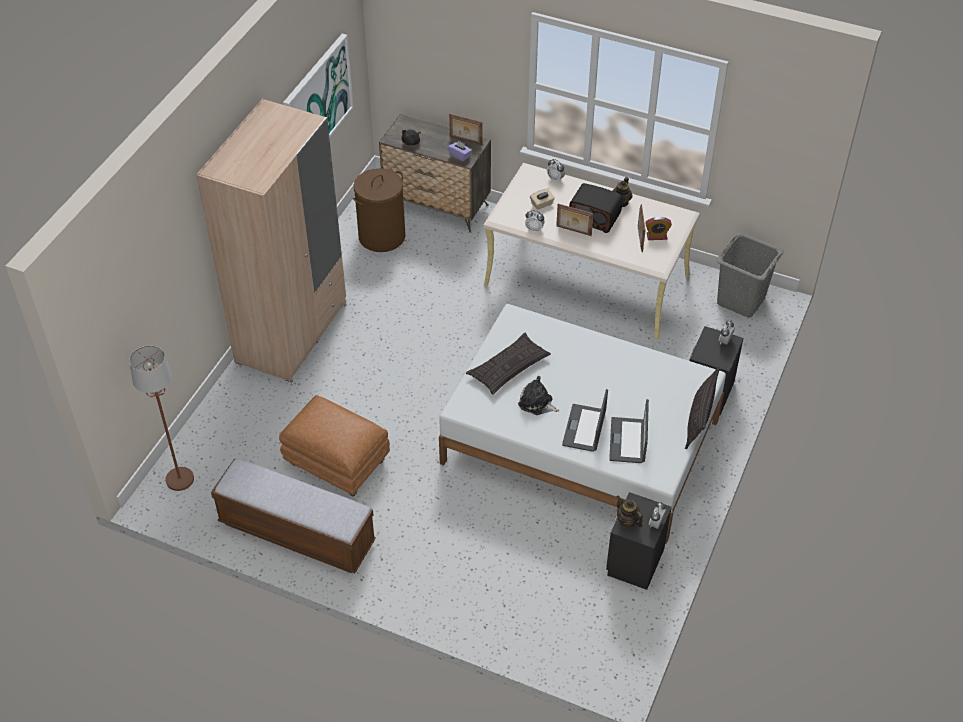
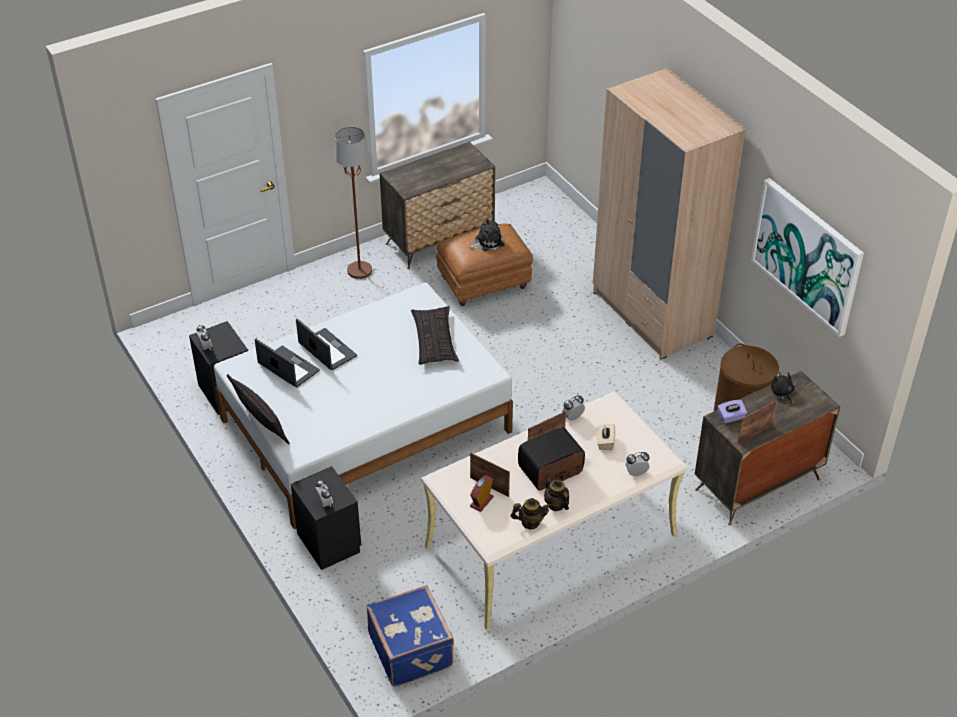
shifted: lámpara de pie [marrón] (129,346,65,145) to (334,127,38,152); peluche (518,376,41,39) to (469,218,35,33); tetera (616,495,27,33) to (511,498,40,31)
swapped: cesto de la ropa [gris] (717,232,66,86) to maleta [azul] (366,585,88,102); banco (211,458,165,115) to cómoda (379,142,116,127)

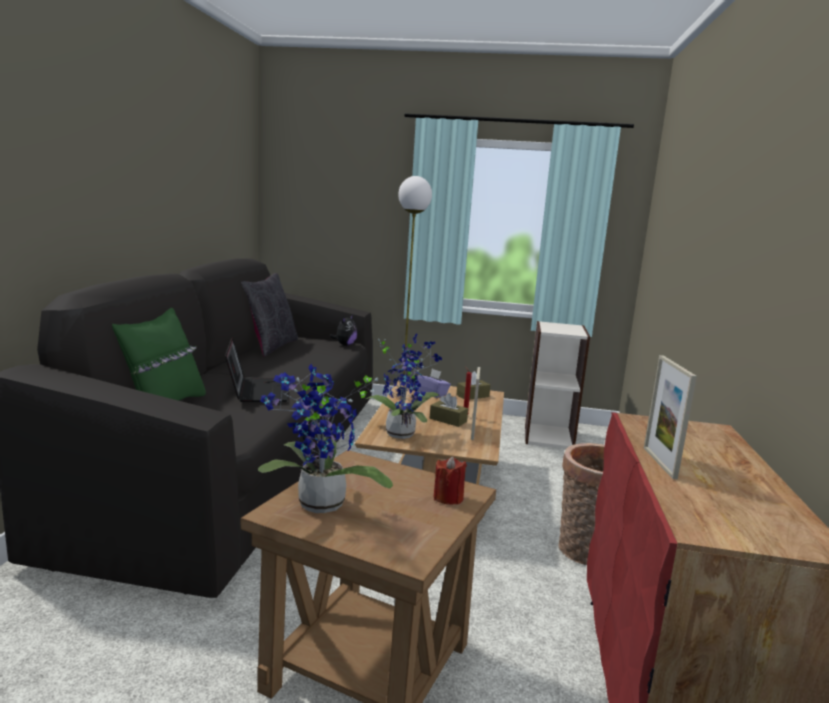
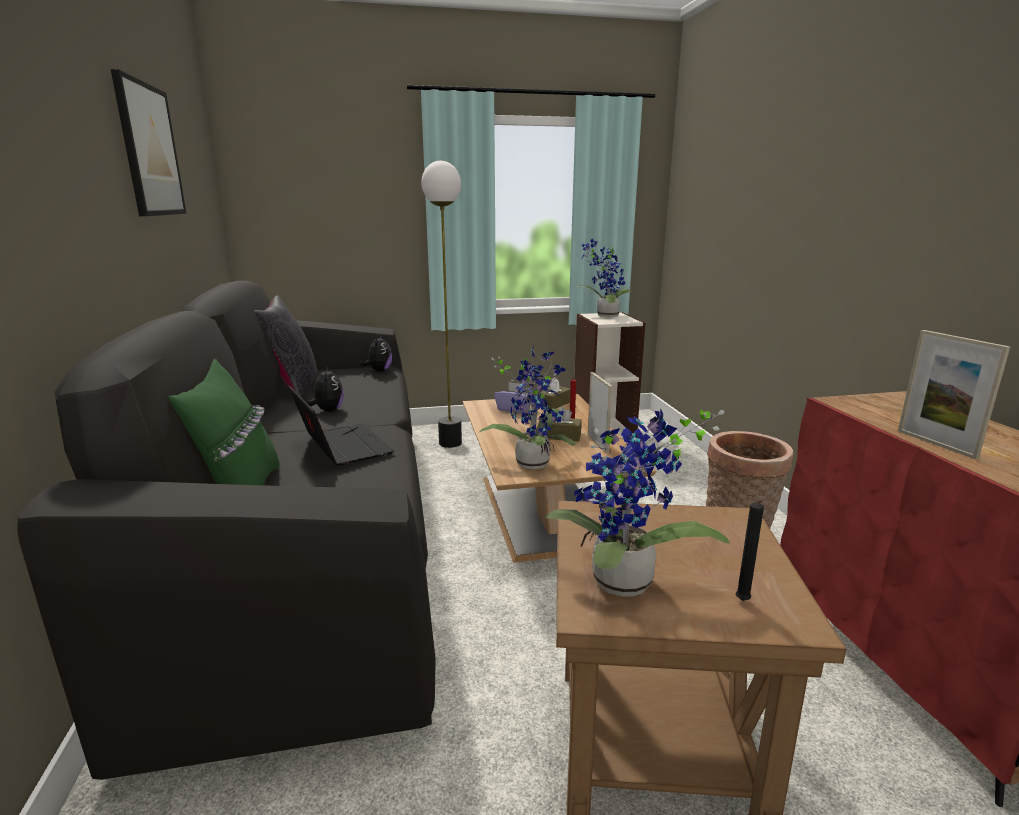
gone: vela [rojo] (434,456,33,49)
new: cuadro (111,69,76,147); planta en maceta (576,239,56,78); peluche (305,366,39,46); vela [negro] (736,500,28,101)

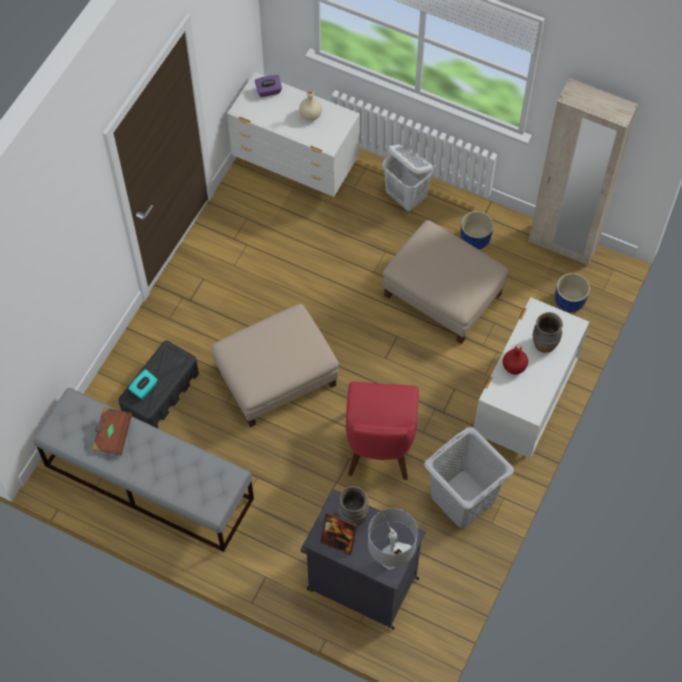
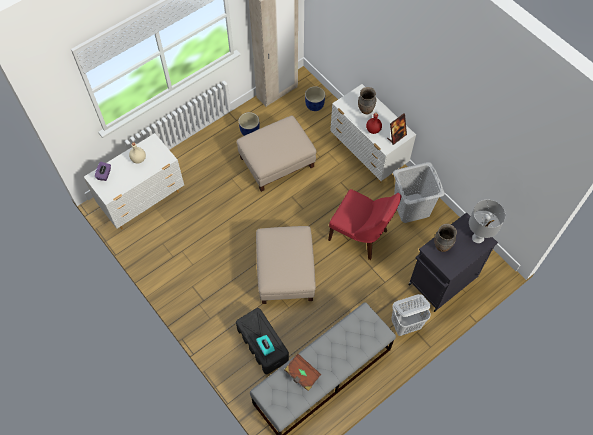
shifted: cesto de la ropa [blanco] (383,144,50,68) to (391,294,40,42); portarretratos (321,512,36,43) to (387,113,20,32)

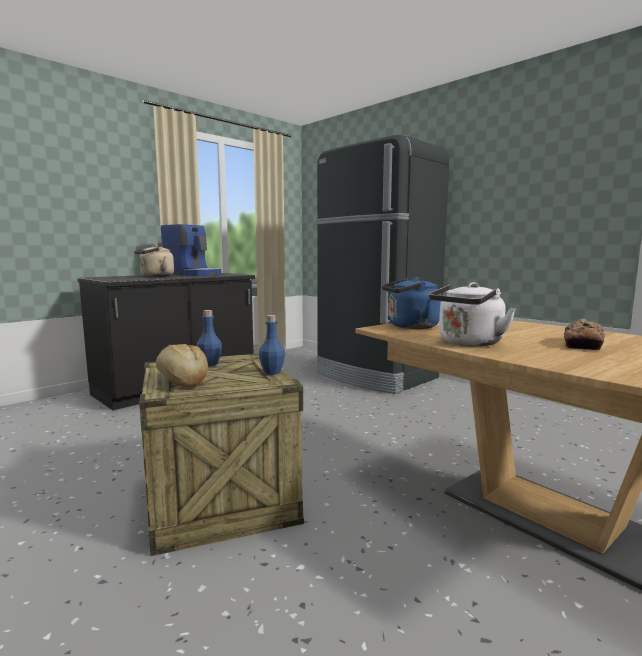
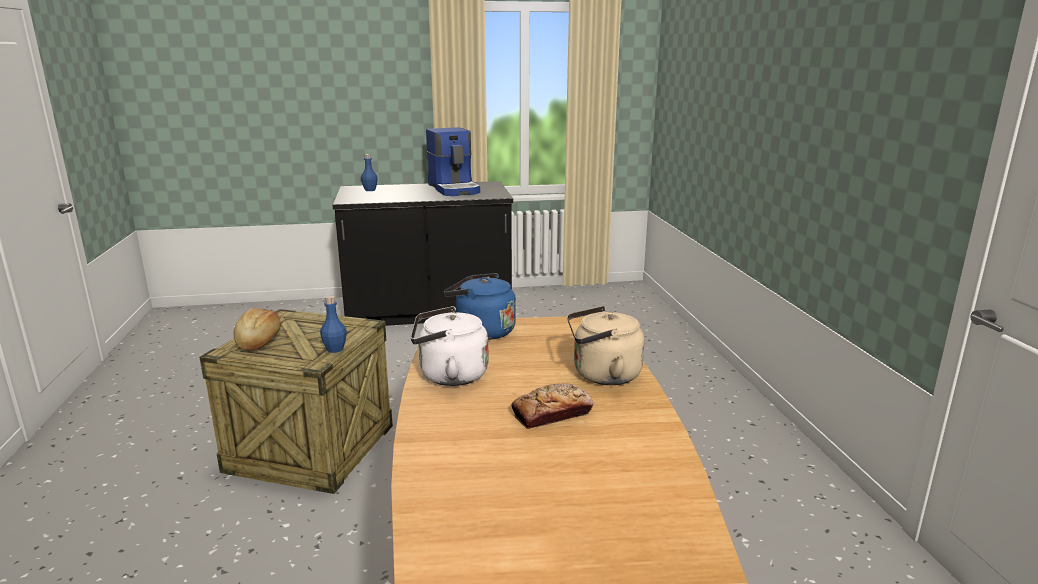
gone: nevera [negro] (316,135,133,259)
shifted: hervidor [beis] (134,245,40,32) to (567,306,77,79); botella [azul] (197,310,25,56) to (361,154,17,37)

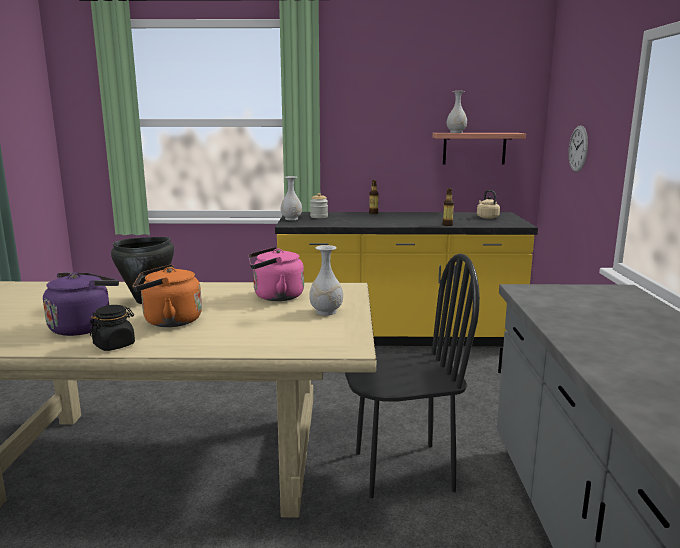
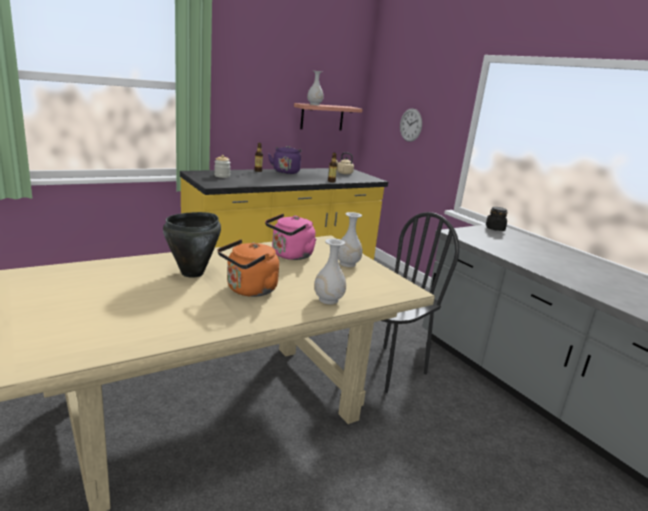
shifted: florero [blanco] (281,176,21,44) to (314,238,32,66); hervidor [morado] (43,273,76,63) to (268,146,33,28); tarro [negro] (90,305,45,46) to (486,207,22,24)

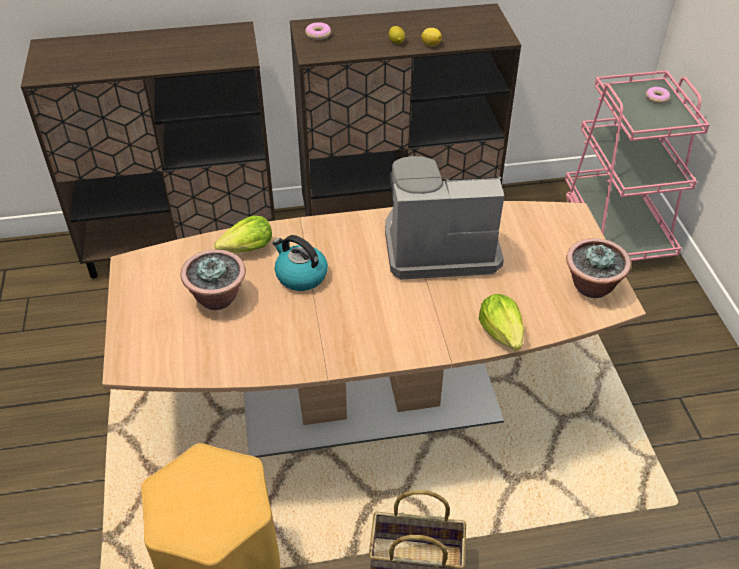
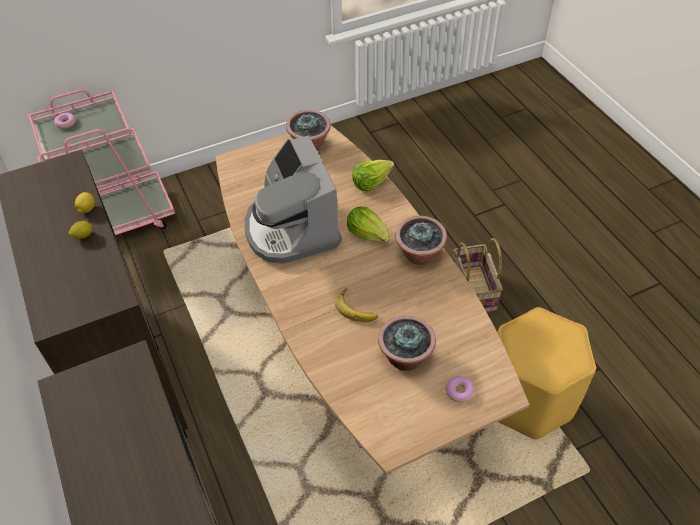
new: planta en maceta (396,216,51,49)
shifted: rosquilla (305,22,26,18) to (446,376,28,26); lechuga (214,215,58,38) to (347,207,43,35)
swapped: hervidor (273,235,55,56) to plátano (335,288,43,34)

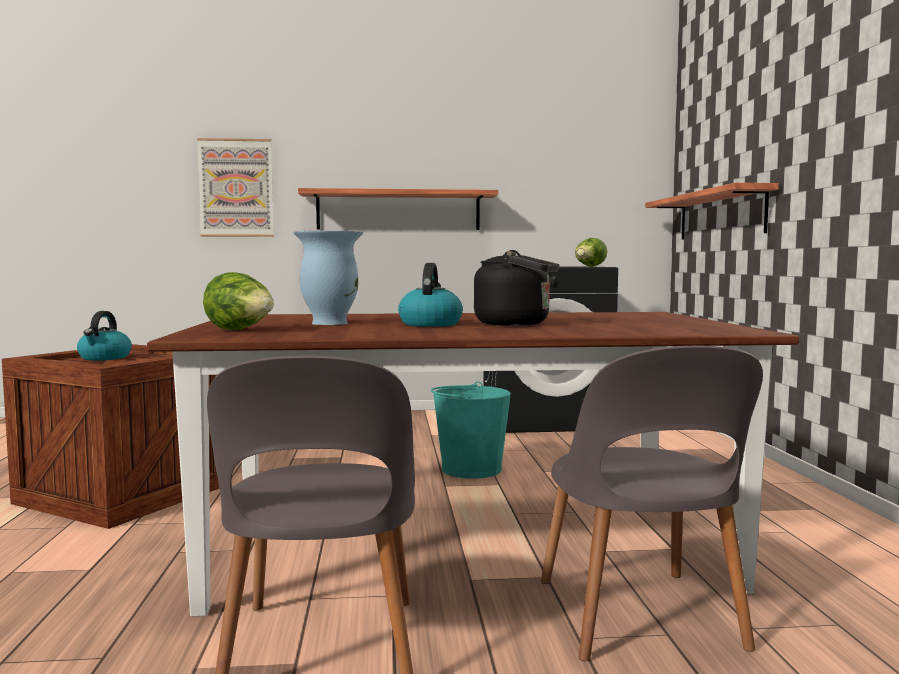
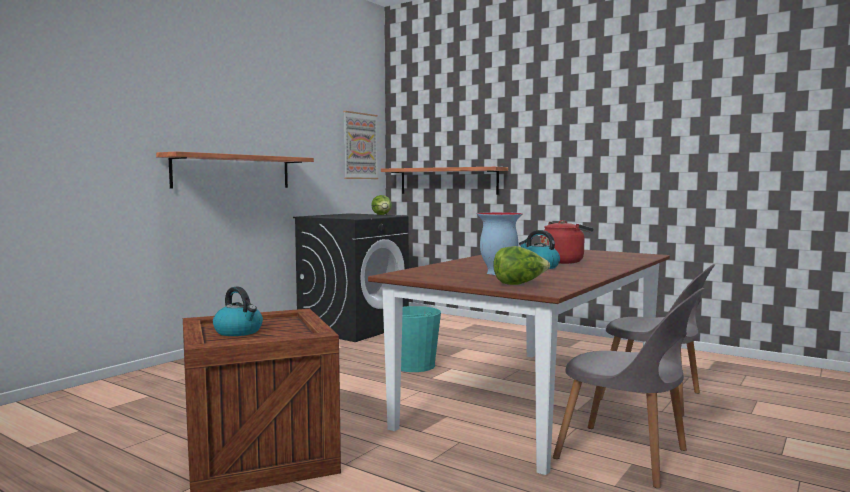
shifted: cuadro (197,138,77,99) to (343,111,35,68)
repainted: hervidor [negro] (474,250,85,76) to hervidor [rojo] (540,220,53,44)

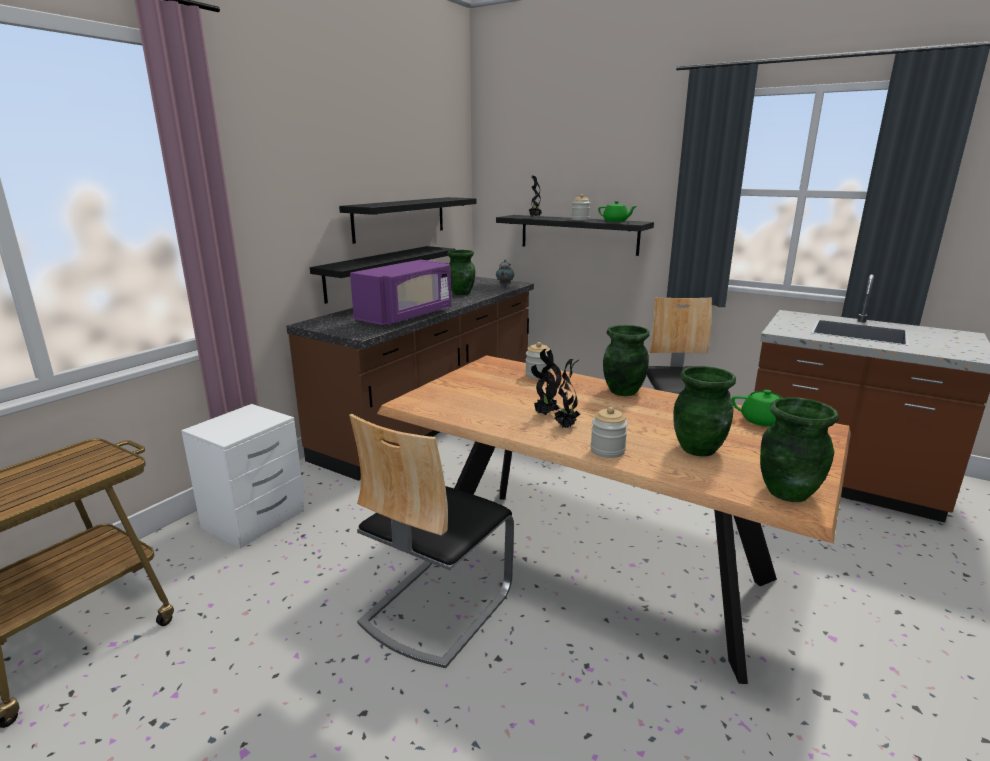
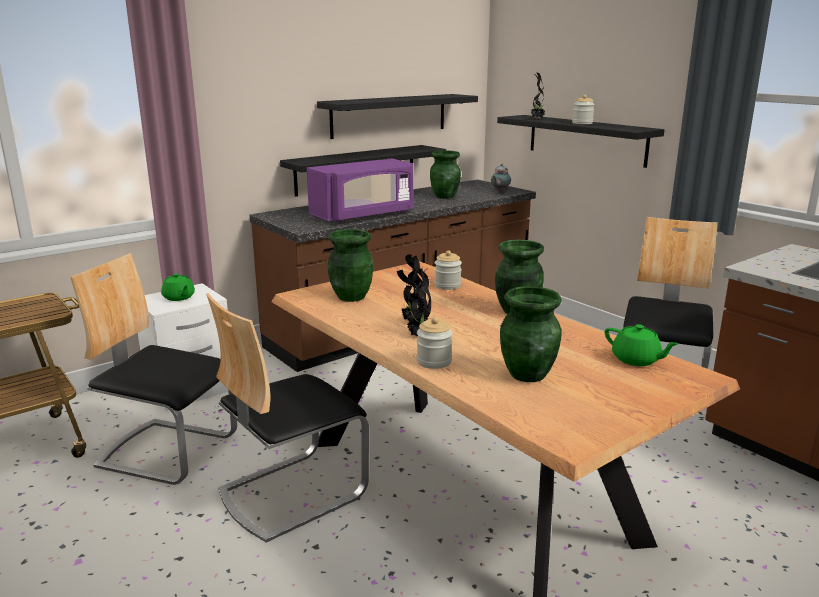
new: silla (70,253,167,232)
shifted: tetera [verde] (598,201,39,21) to (161,273,34,28); florero [verde] (760,397,79,105) to (328,229,45,73)

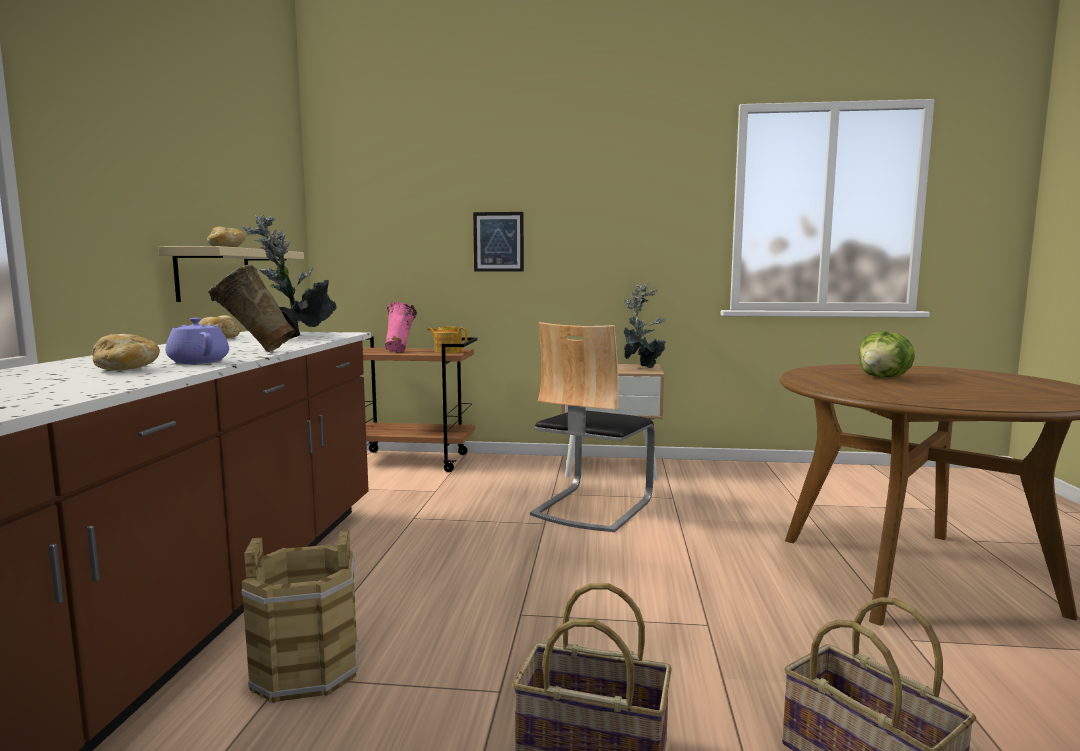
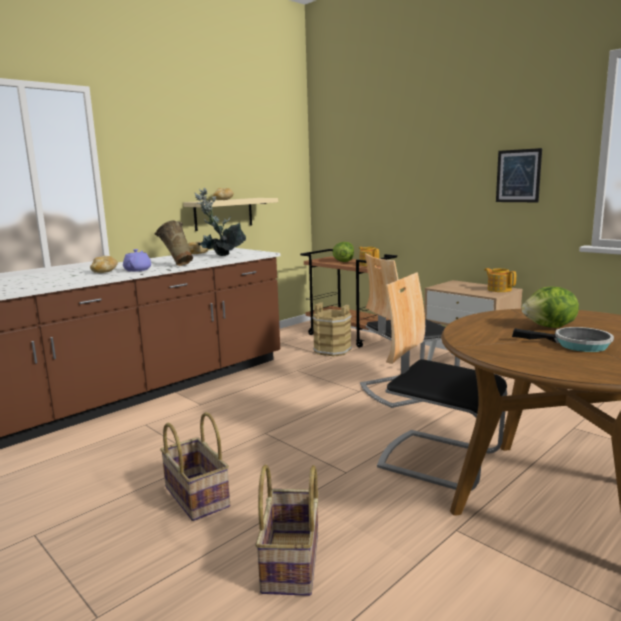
new: silla (377,272,130,219); sartén (512,327,102,25)
shifted: cuadro (473,212,51,60) to (496,148,46,54); cubo [marrón] (241,530,118,173) to (312,302,40,55)
swapped: planta en maceta (623,282,43,86) to tetera (484,268,32,24); florero [rosa] (385,302,32,50) to lechuga (333,242,21,20)

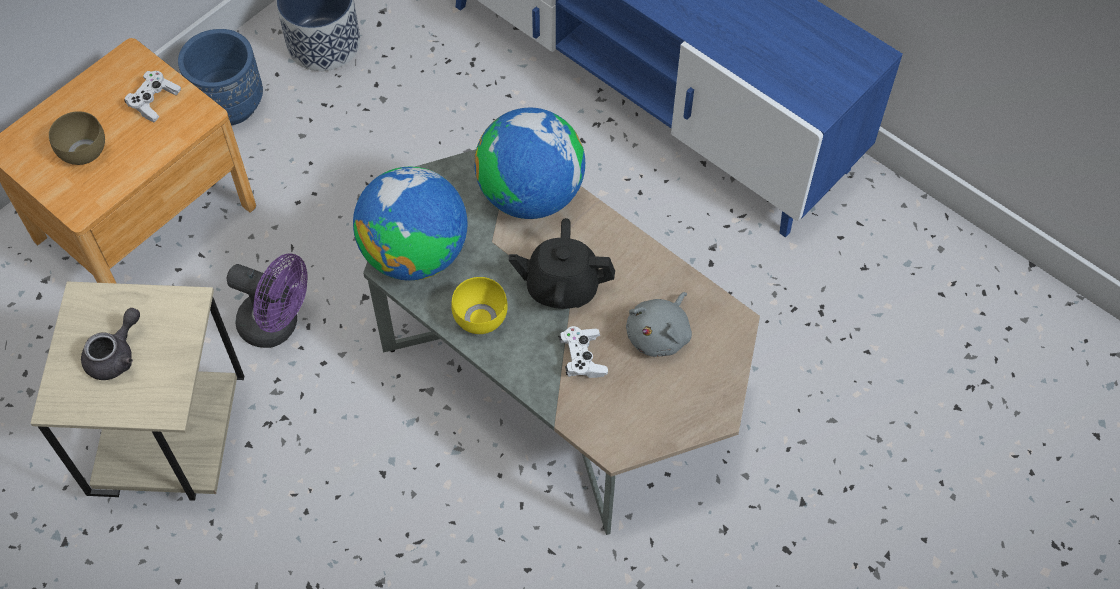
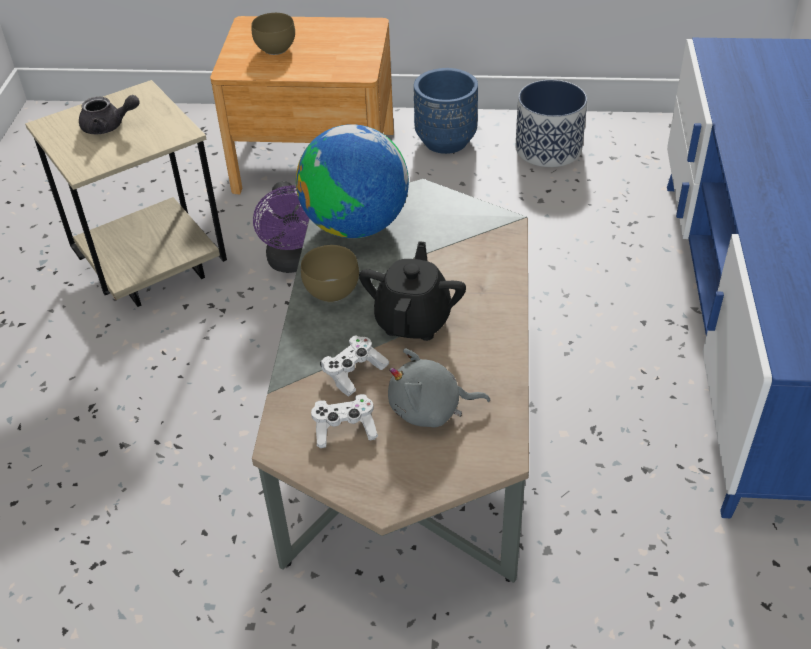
gone: globo terráqueo (474,108,111,111)
shifted: mando de consola [blanco] (124,71,57,52) to (311,394,67,54)
repainted: cuenco [amarillo] (451,277,57,57) to cuenco [marrón] (301,245,58,57)
rotated: tetera [negro] (509,218,106,91) = (359,241,107,100) 45 degrees clockwise

